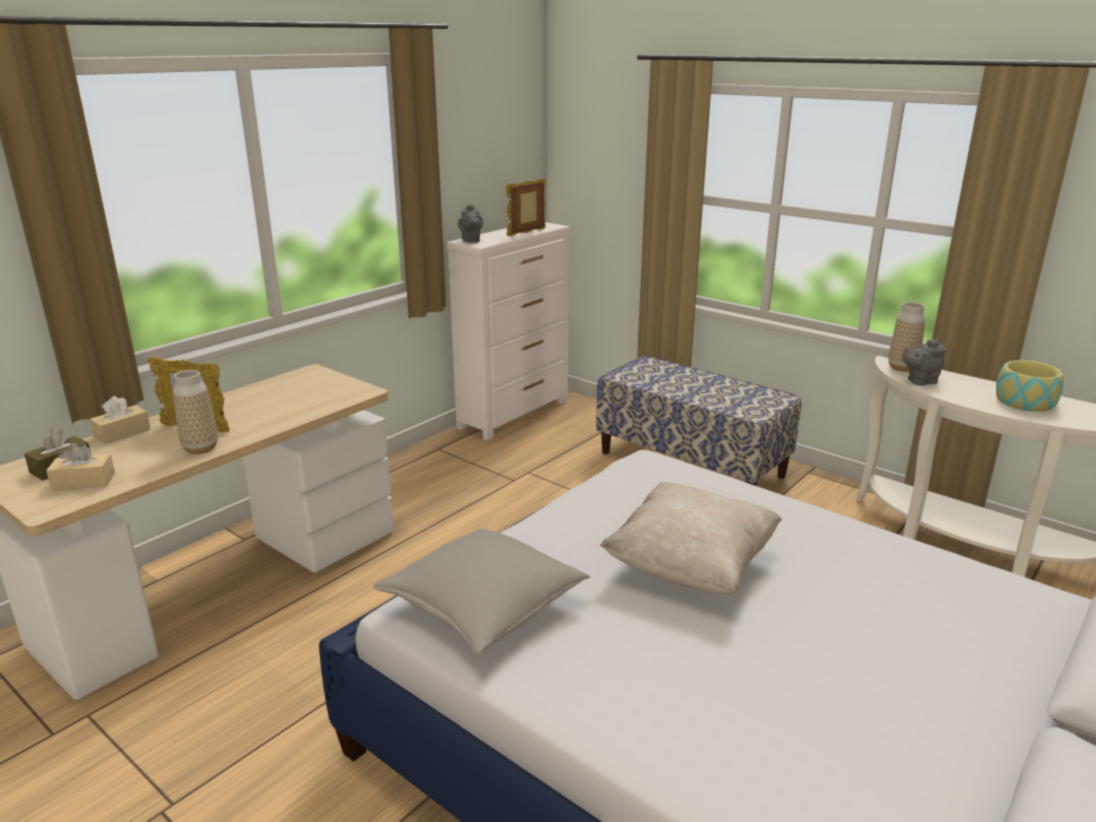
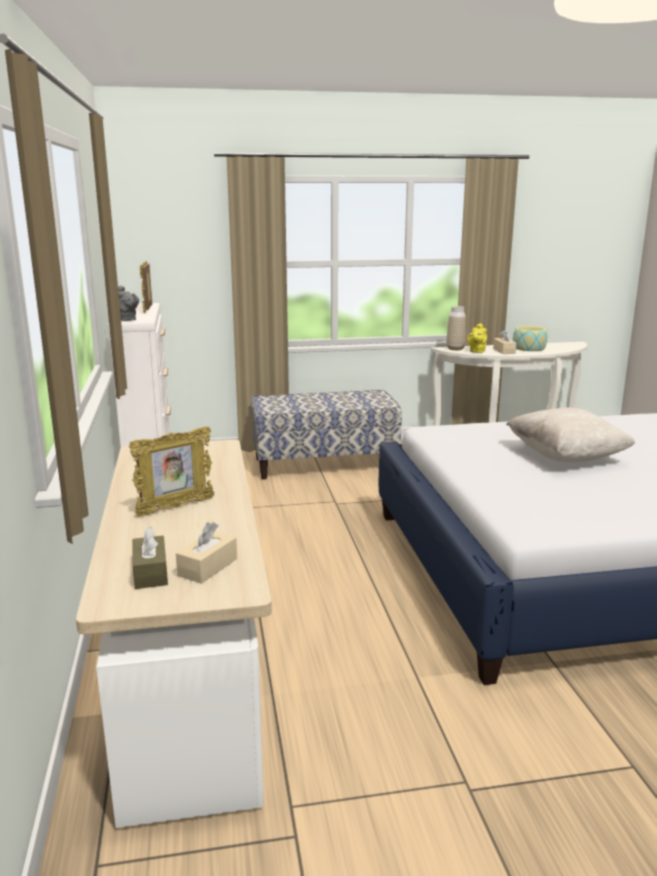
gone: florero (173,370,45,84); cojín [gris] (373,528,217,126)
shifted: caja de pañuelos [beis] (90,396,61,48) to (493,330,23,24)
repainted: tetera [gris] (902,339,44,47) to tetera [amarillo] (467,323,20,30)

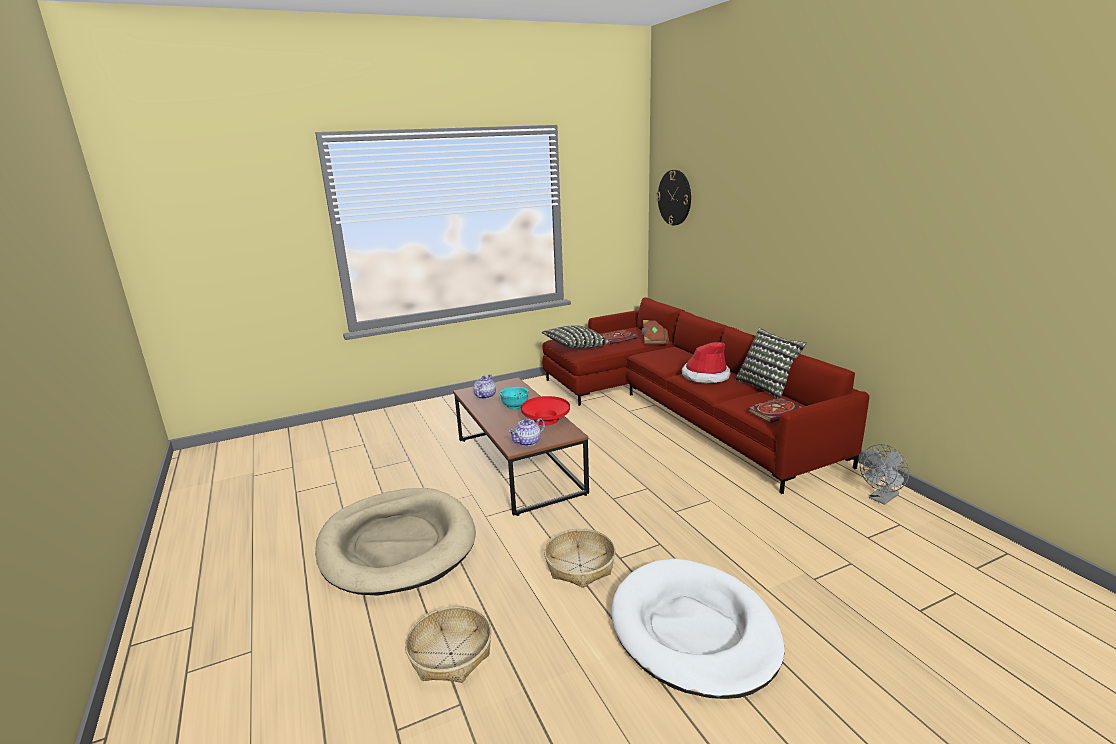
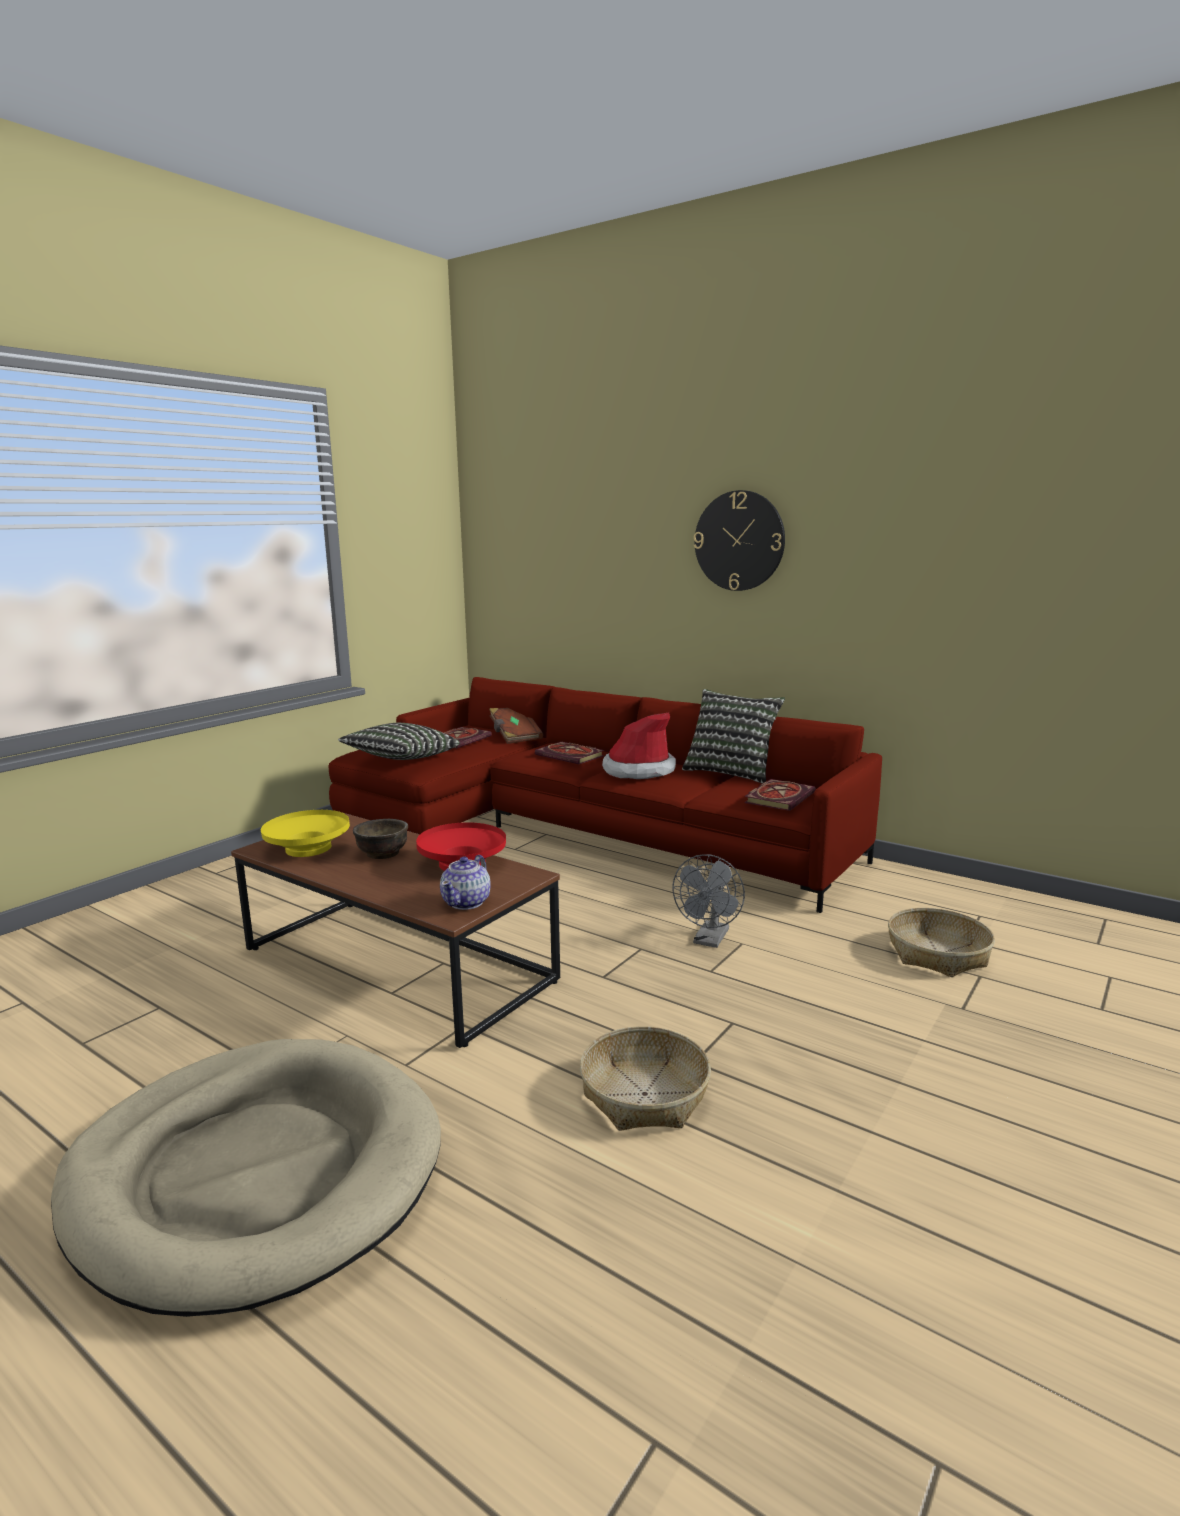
gone: cama para perro [blanco] (611,559,174,140)
new: libro (535,742,69,22)
shifted: reloj de pared (656,170,35,55) to (694,490,91,101); ventilador [gris] (860,444,49,61) to (672,854,73,94); cesta (405,605,87,78) to (888,908,107,69)
swapped: tetera (473,374,23,25) to cuenco [amarillo] (261,810,89,47)
repainted: cuenco [turquesa] (500,387,29,22) to cuenco [marrón] (353,819,55,40)

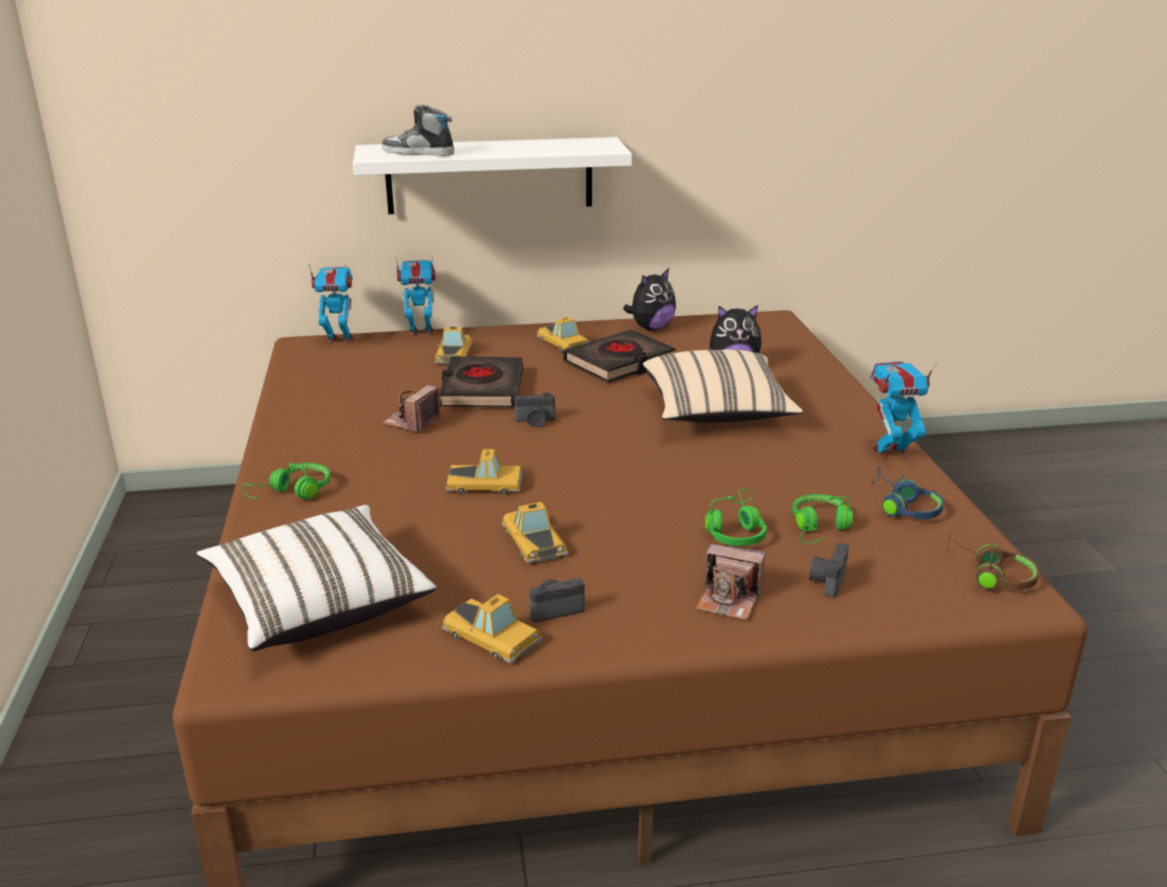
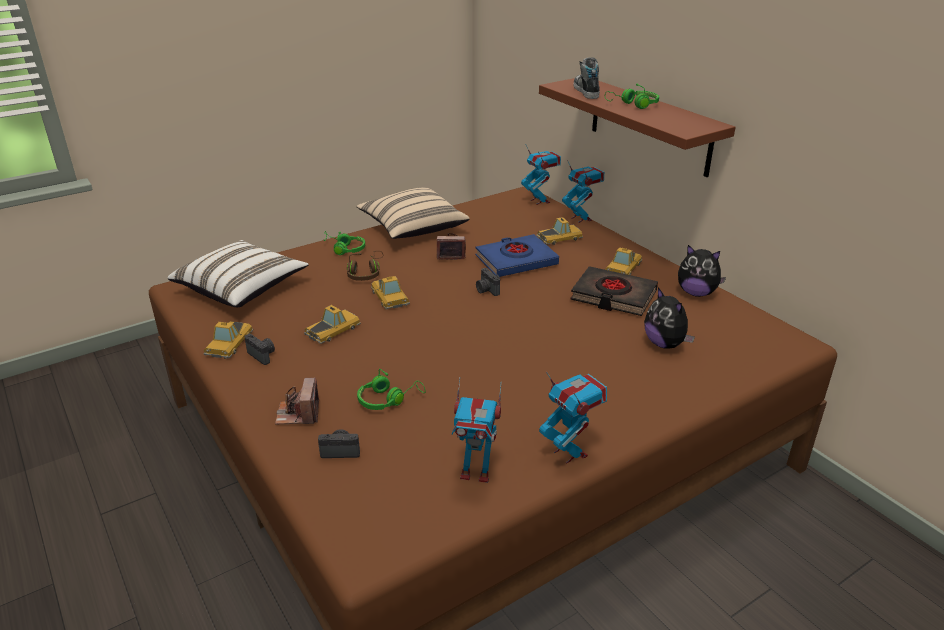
shifted: cojín [beis] (643,350,160,73) to (357,187,113,52); auriculares [verde] (792,494,61,49) to (605,83,54,26); auriculares [marrón] (947,533,92,57) to (347,251,36,30)
swapped: auriculares [azul] (871,467,73,52) to robot de juguete (452,377,50,106)
repainted: estante [blanco] (353,137,279,77) to estante [marrón] (539,78,197,99); libro [negro] (439,356,84,52) to libro [azul] (475,234,84,43)

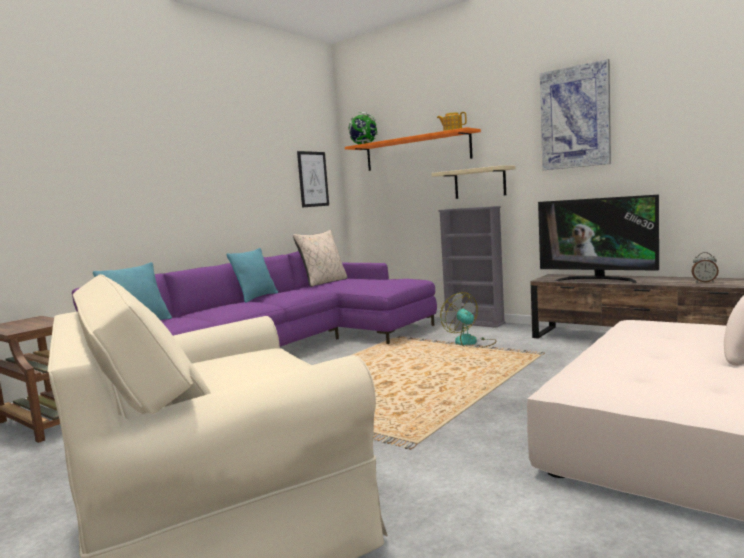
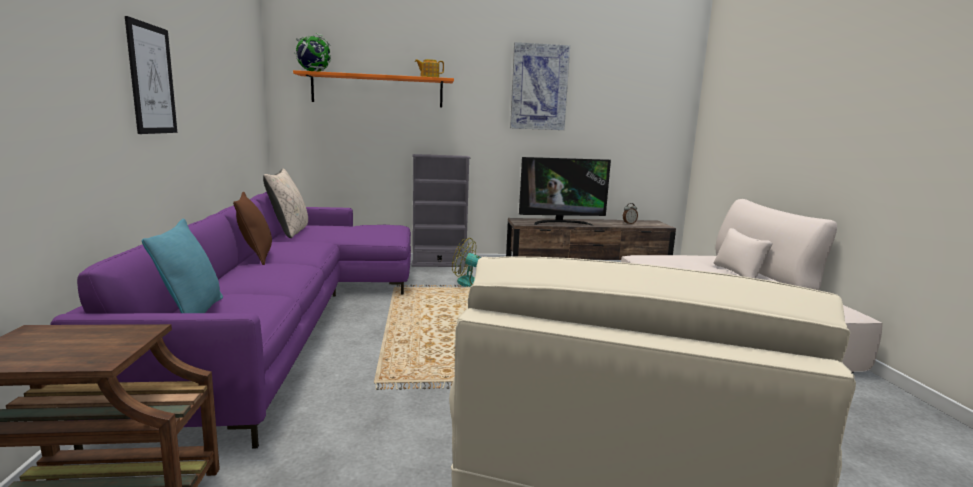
gone: estante [beis] (431,165,84,34)
shifted: cuadro (297,151,32,56) to (125,16,52,118)
repainted: cojín [turquesa] (226,248,52,55) to cojín [marrón] (233,192,39,73)

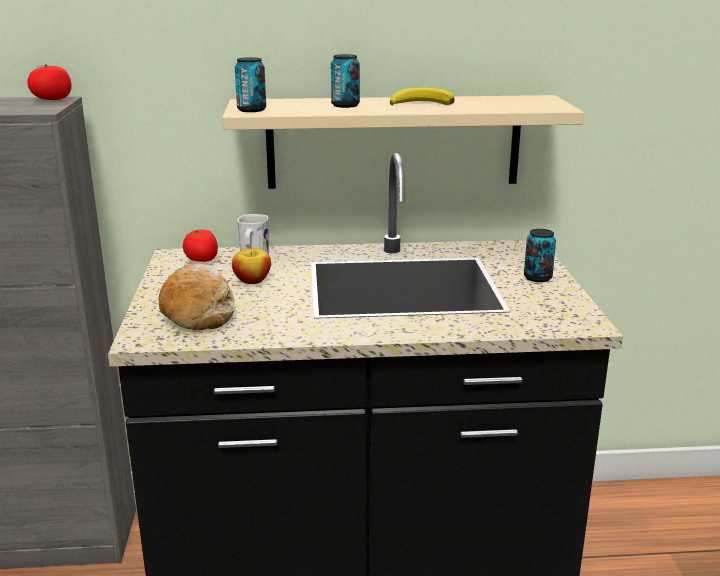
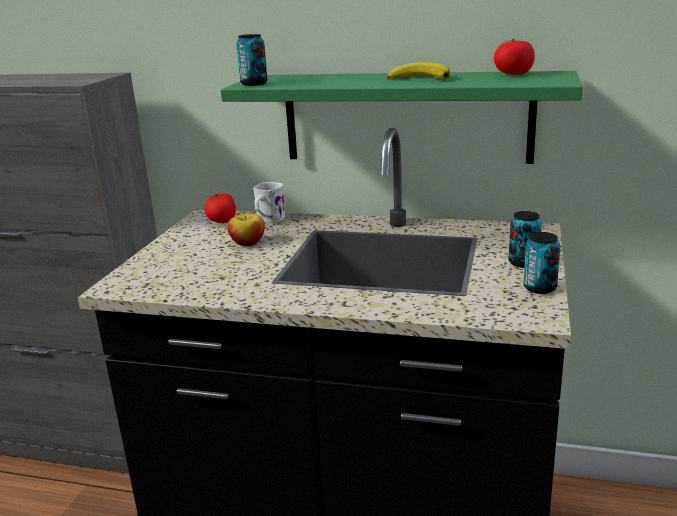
gone: pan (159,264,77,66)
shifted: lata (331,54,29,54) to (523,232,37,62); tomate (27,65,45,35) to (494,39,41,36)
repainted: estante [beis] (222,95,362,94) to estante [verde] (221,71,361,93)

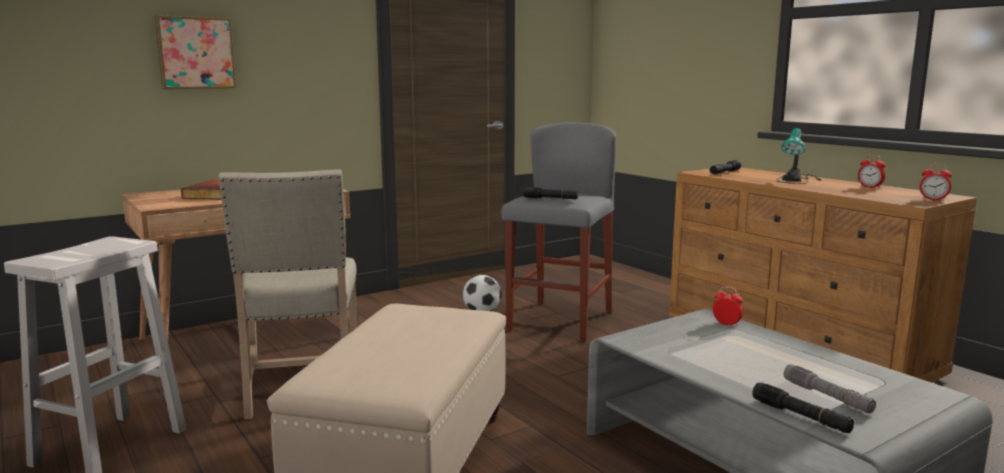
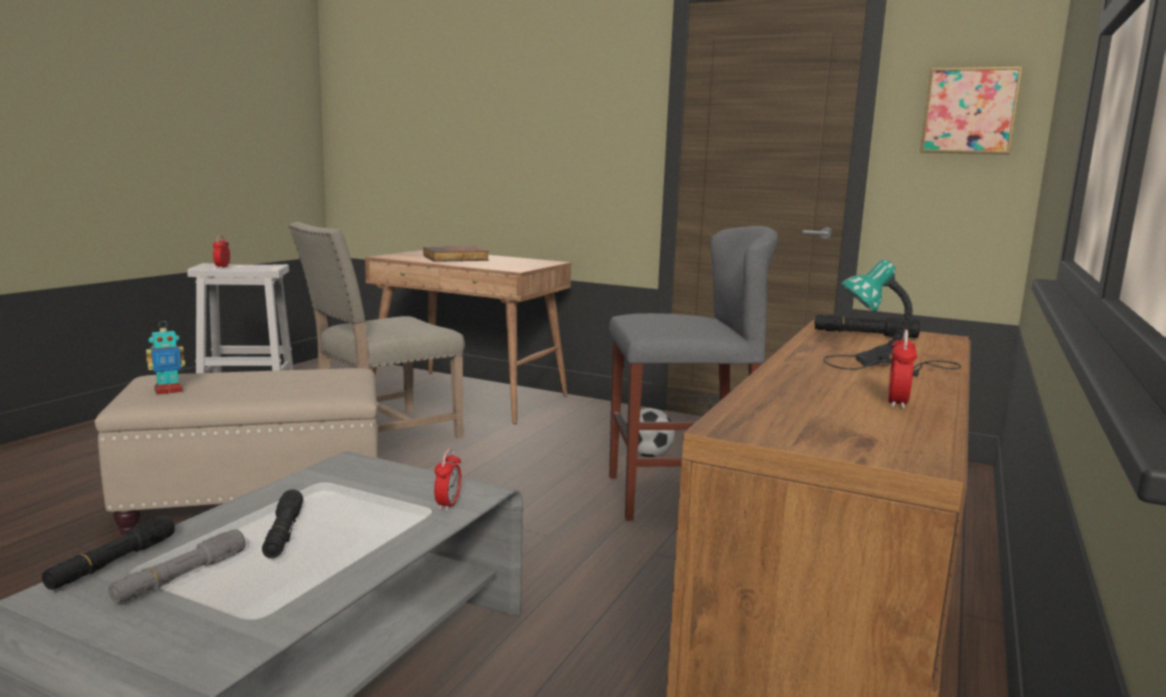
new: robot de juguete (146,321,39,74)
shifted: cuadro (155,15,81,74) to (920,66,103,88); despertador (920,164,32,37) to (213,236,17,33); linterna [negro] (523,187,55,12) to (262,490,41,68)

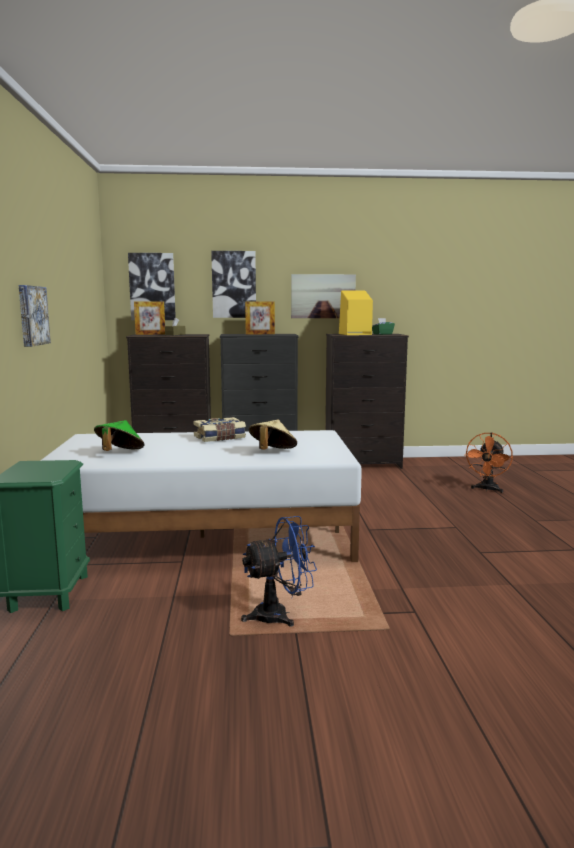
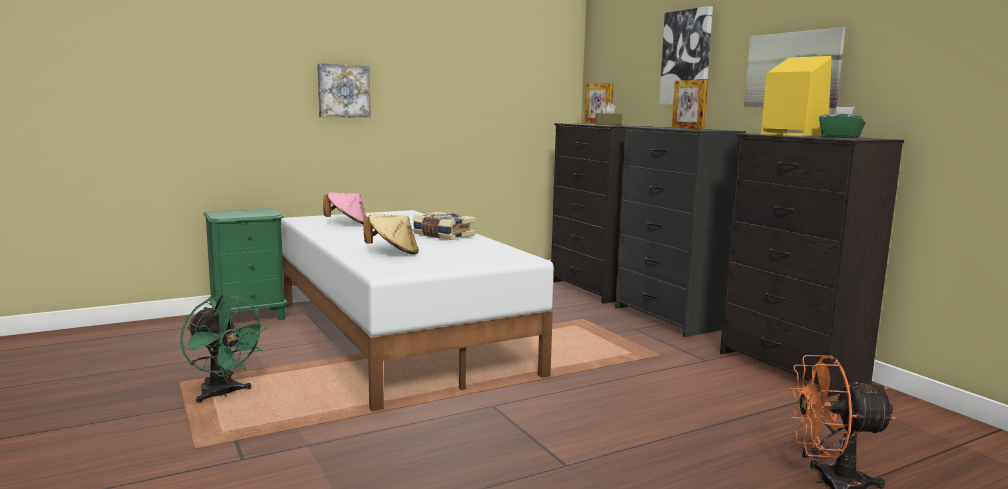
gone: cuadro (128,253,48,67)
repainted: sombrero [verde] (94,420,50,31) to sombrero [rosa] (323,192,43,33); ventilador [azul] (241,516,76,111) to ventilador [verde] (181,294,86,109)

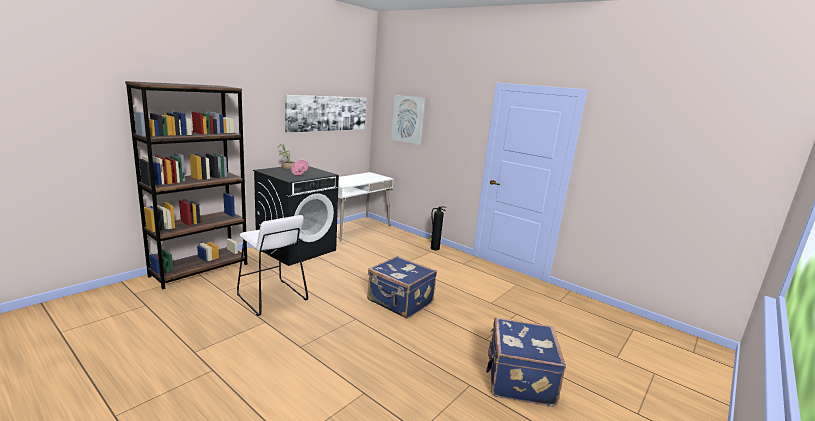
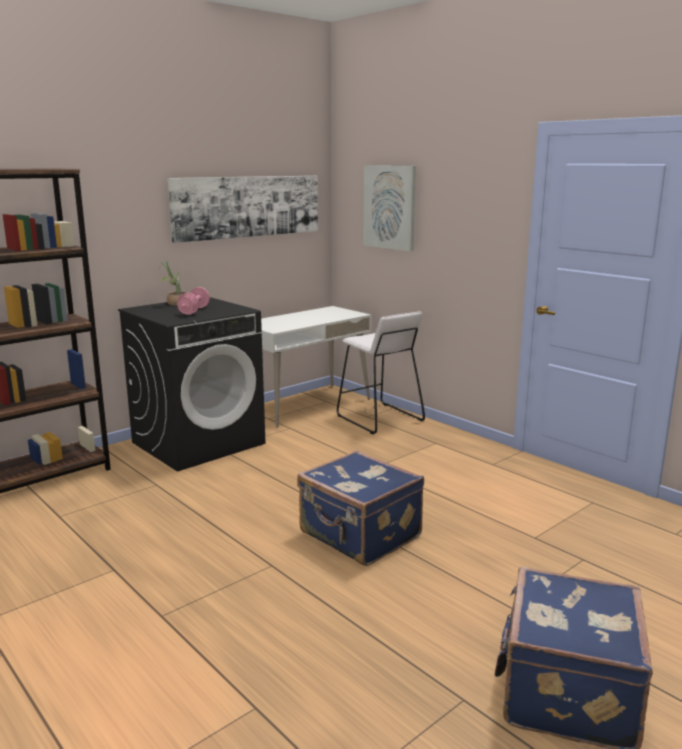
gone: extintor (429,206,17,44)
shifted: taburete [blanco] (237,215,71,101) to (337,311,88,123)

